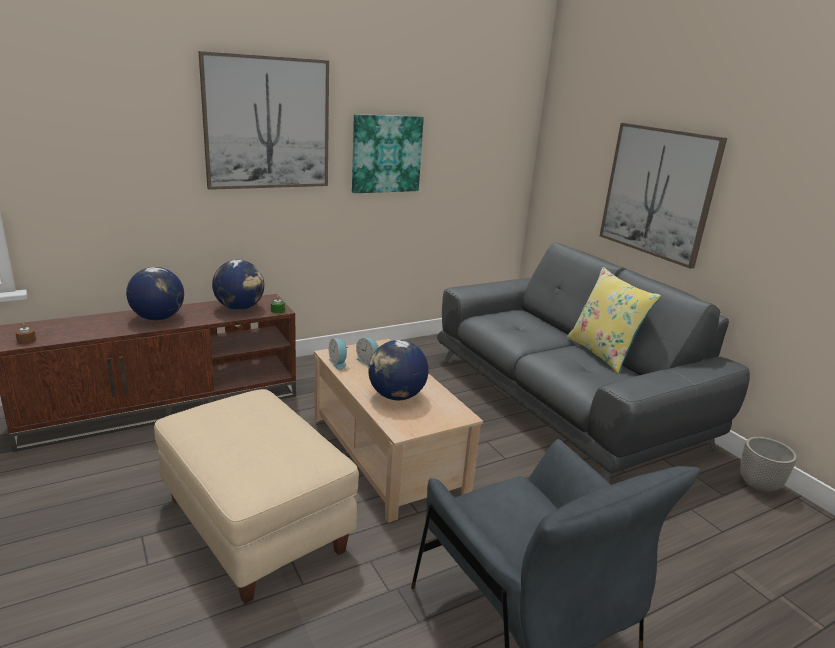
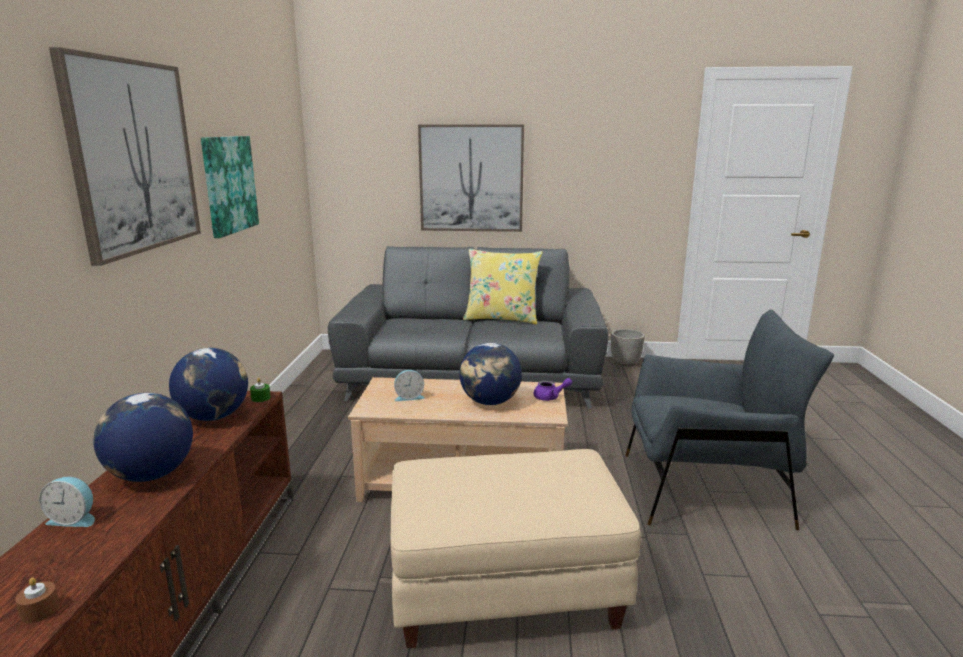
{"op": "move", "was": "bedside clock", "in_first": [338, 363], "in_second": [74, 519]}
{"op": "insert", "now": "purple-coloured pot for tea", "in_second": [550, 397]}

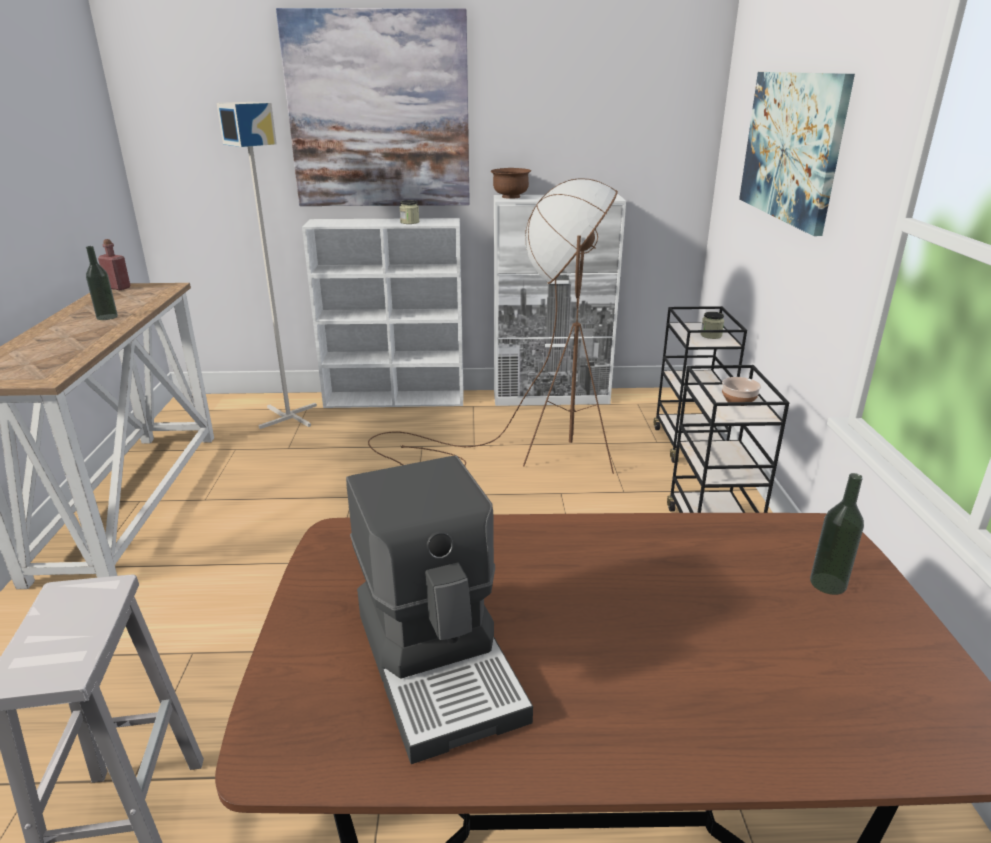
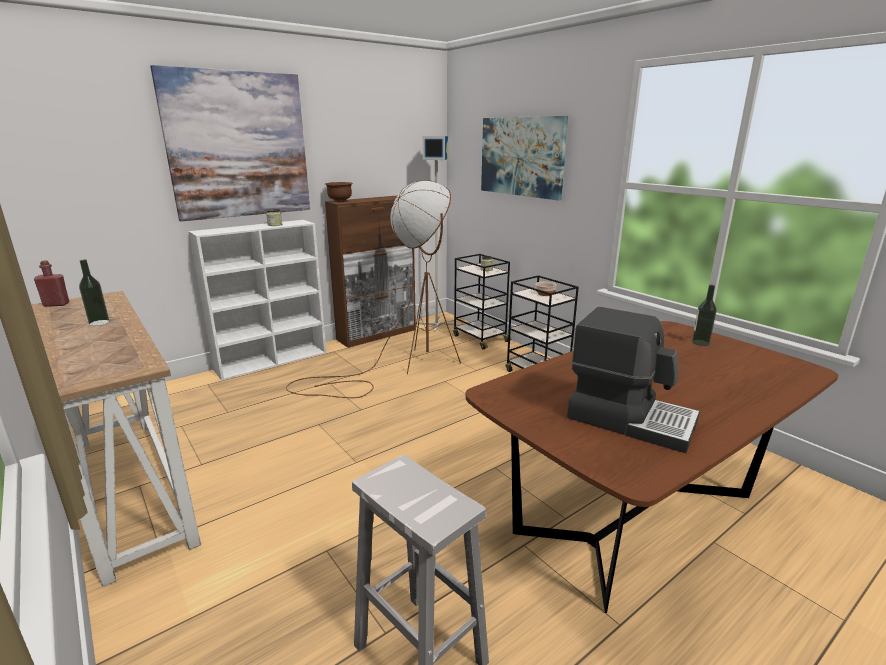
{"op": "recolor", "was": "white cupboard", "now": "brownish cupboard", "in_first": [551, 397], "in_second": [377, 334]}
{"op": "move", "was": "greyish floor lamp", "in_first": [289, 416], "in_second": [436, 324]}

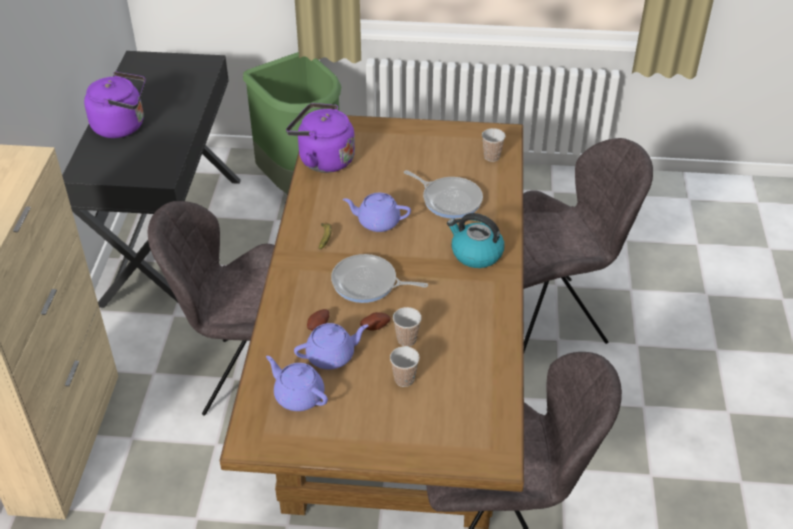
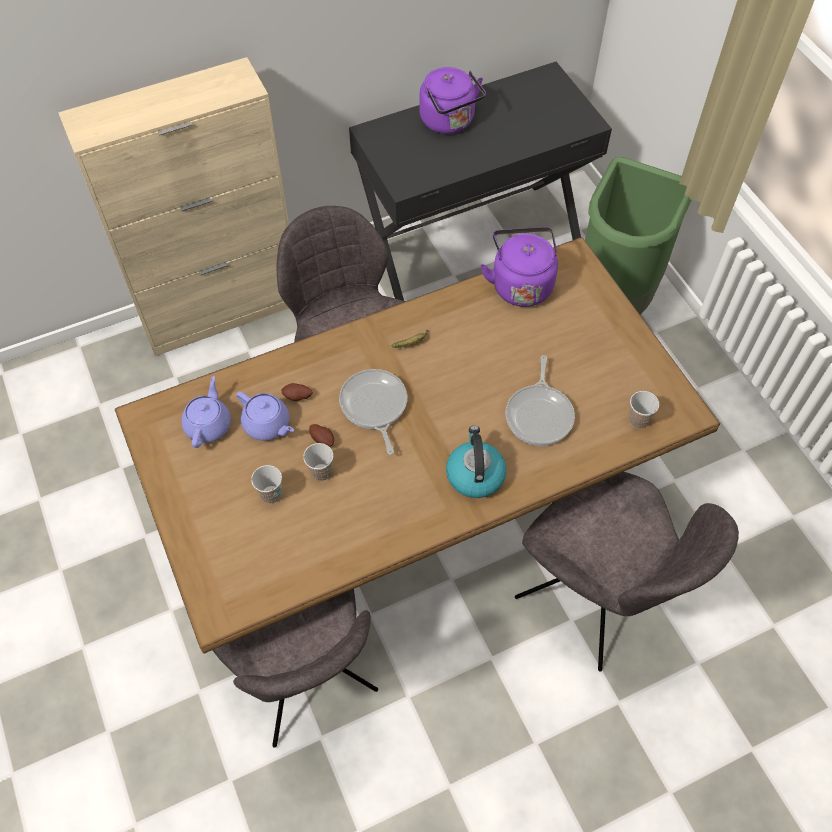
{"op": "delete", "was": "purple-coloured pot for tea", "in_first": [377, 222]}

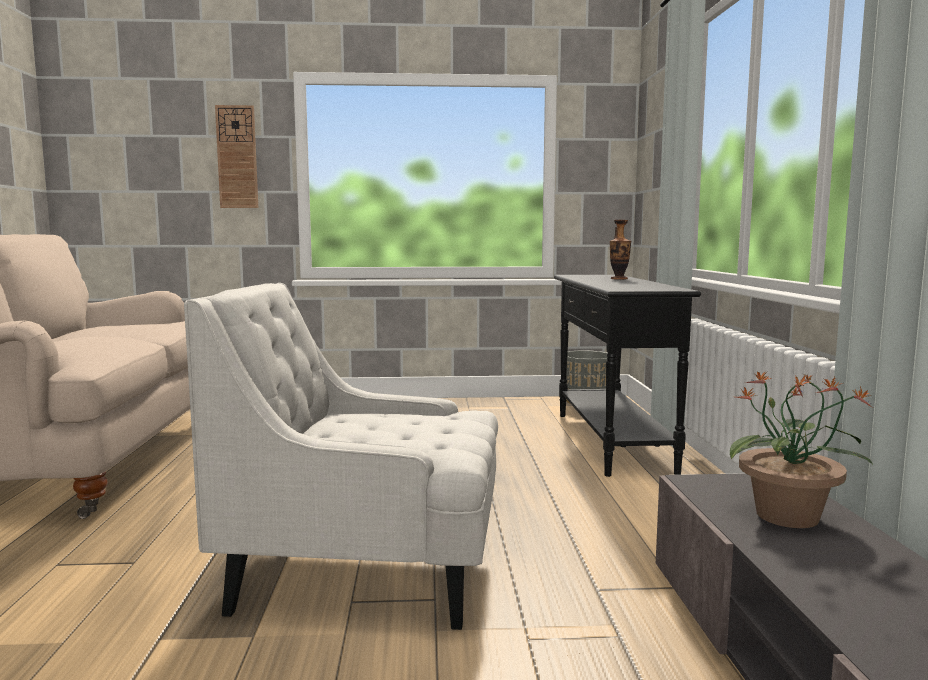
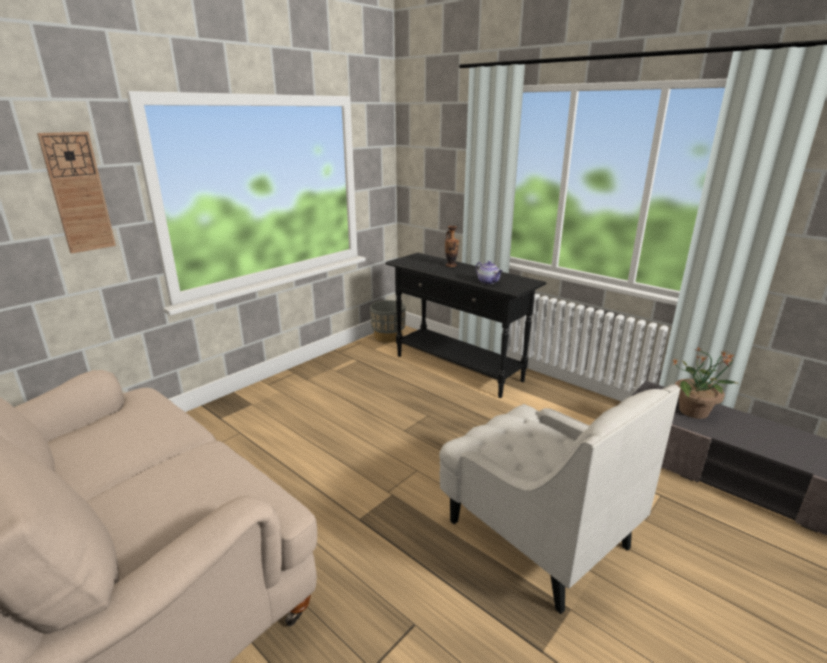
{"op": "rotate", "was": "white lounge chair", "in_first": [367, 574], "in_second": [535, 532], "clockwise": -90}
{"op": "insert", "now": "pot for tea", "in_second": [488, 282]}

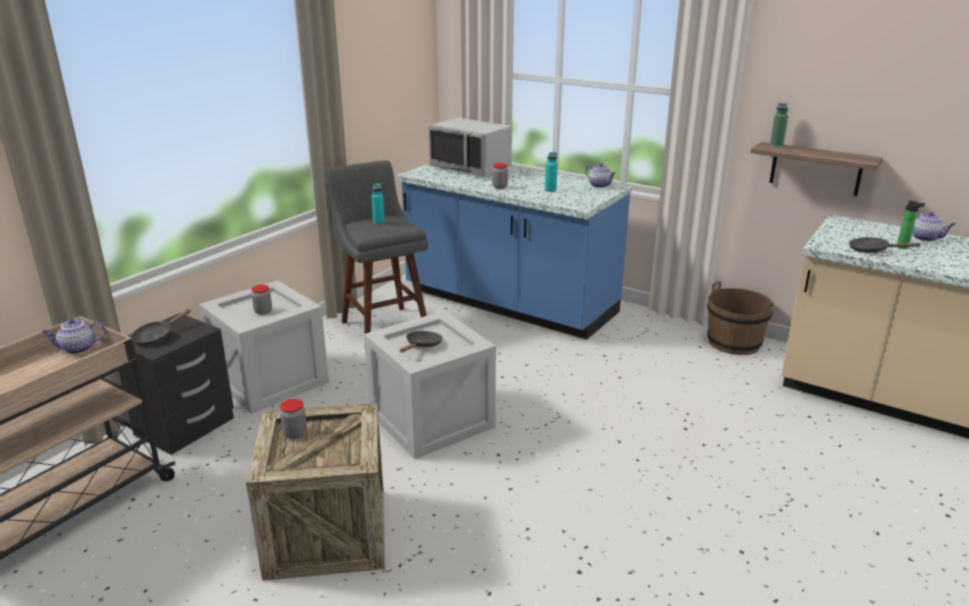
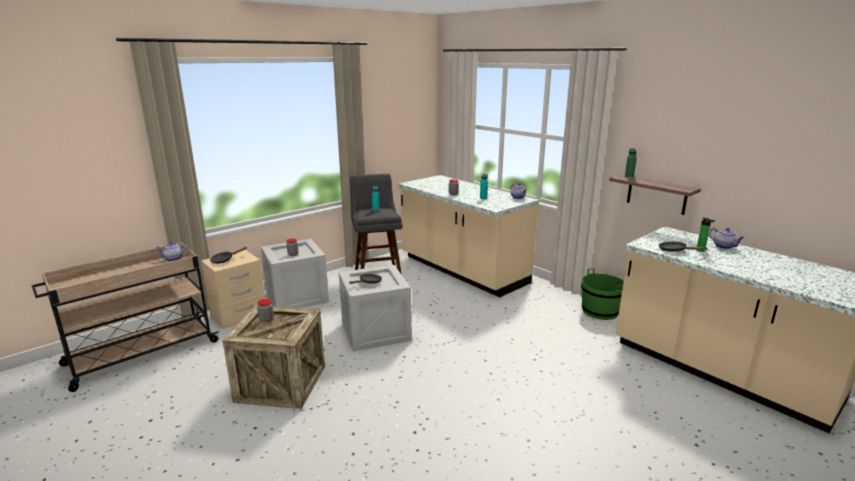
{"op": "recolor", "was": "black-coloured nightstand", "now": "beige-coloured nightstand", "in_first": [185, 427], "in_second": [238, 315]}
{"op": "recolor", "was": "blue-coloured counter", "now": "beige-coloured counter", "in_first": [509, 303], "in_second": [462, 270]}
{"op": "recolor", "was": "brownish water bucket", "now": "greenish water bucket", "in_first": [733, 343], "in_second": [600, 311]}
{"op": "delete", "was": "greyish microwave oven", "in_first": [471, 167]}

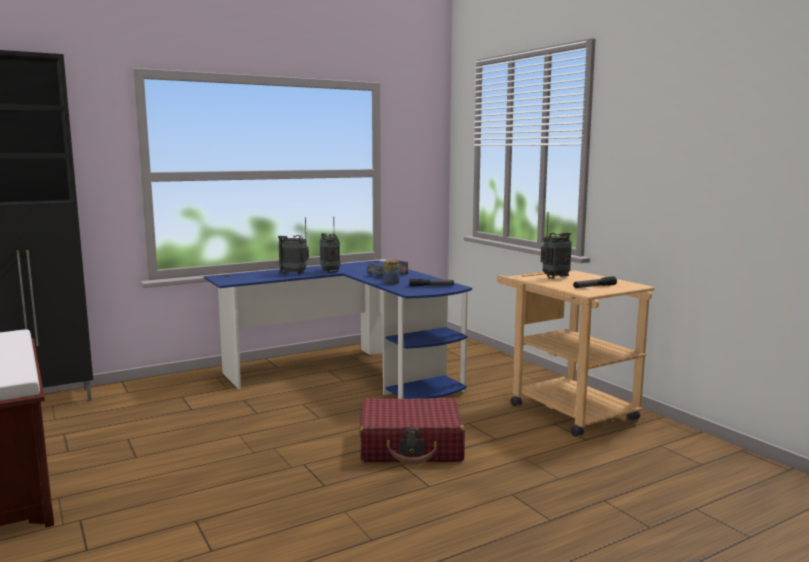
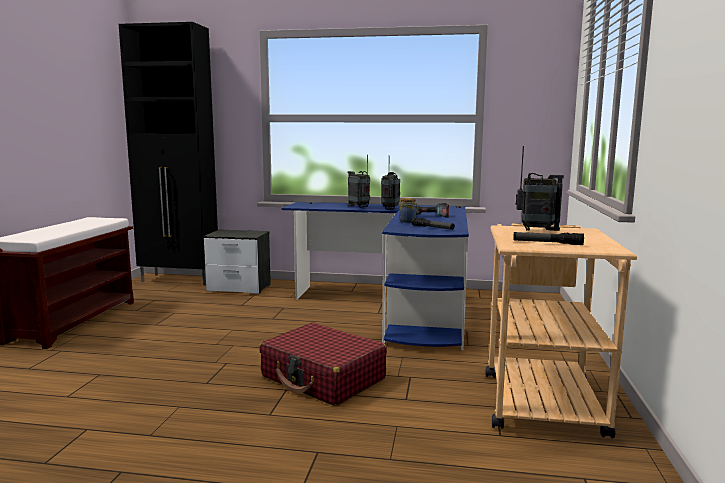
{"op": "insert", "now": "nightstand", "in_second": [240, 288]}

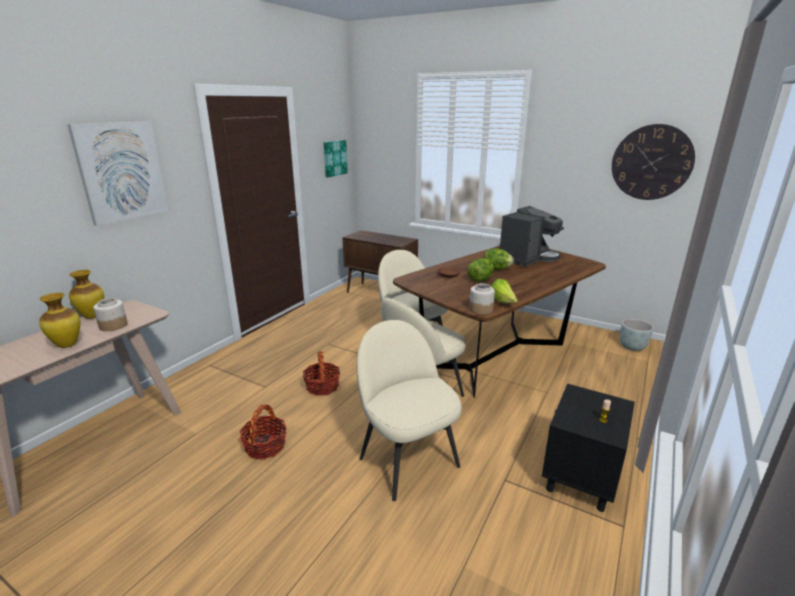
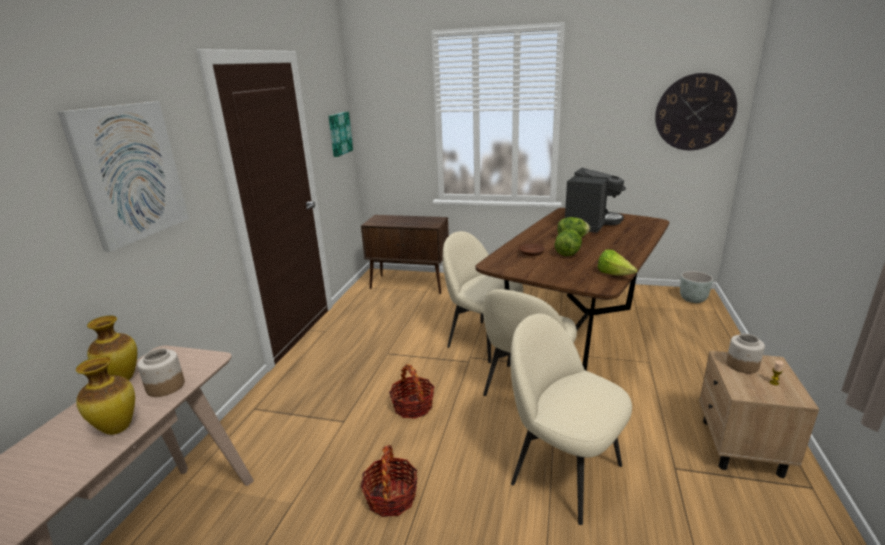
{"op": "recolor", "was": "black-coloured nightstand", "now": "beige-coloured nightstand", "in_first": [579, 478], "in_second": [741, 447]}
{"op": "move", "was": "preserve jar", "in_first": [480, 309], "in_second": [741, 365]}

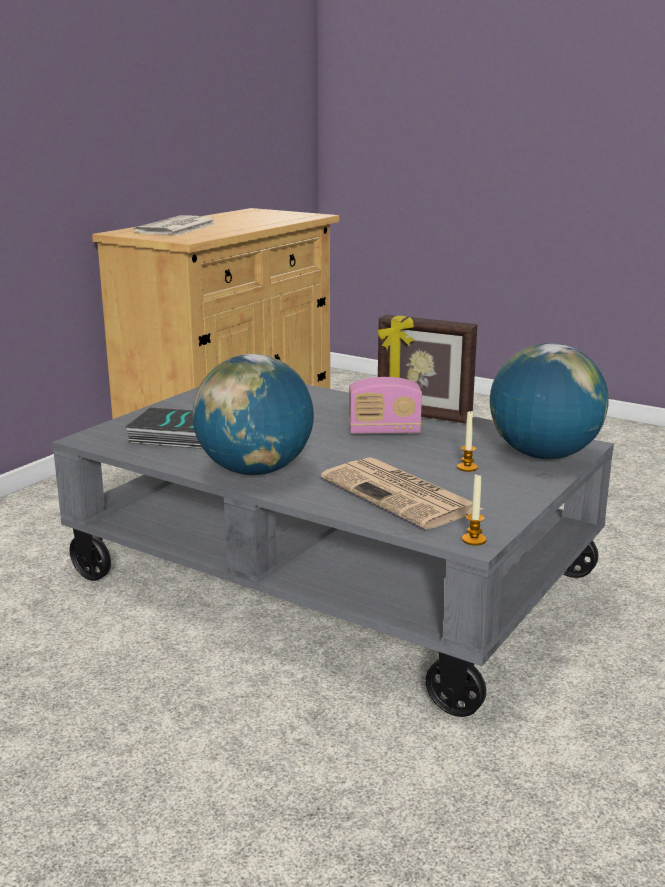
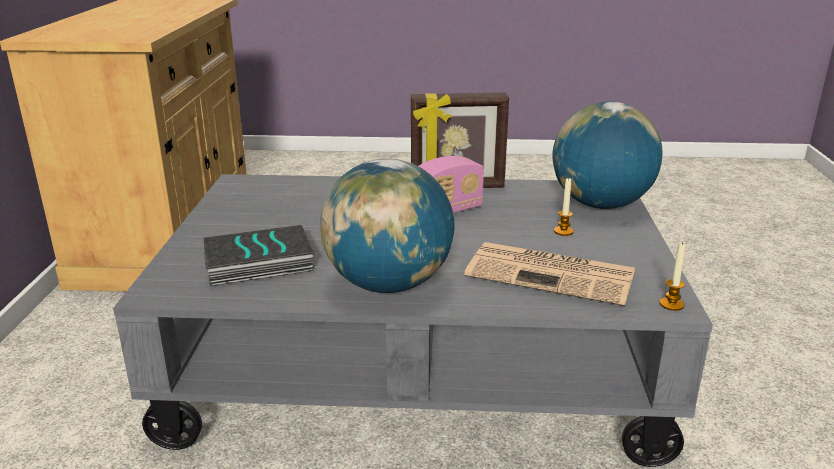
{"op": "delete", "was": "daily paper", "in_first": [177, 228]}

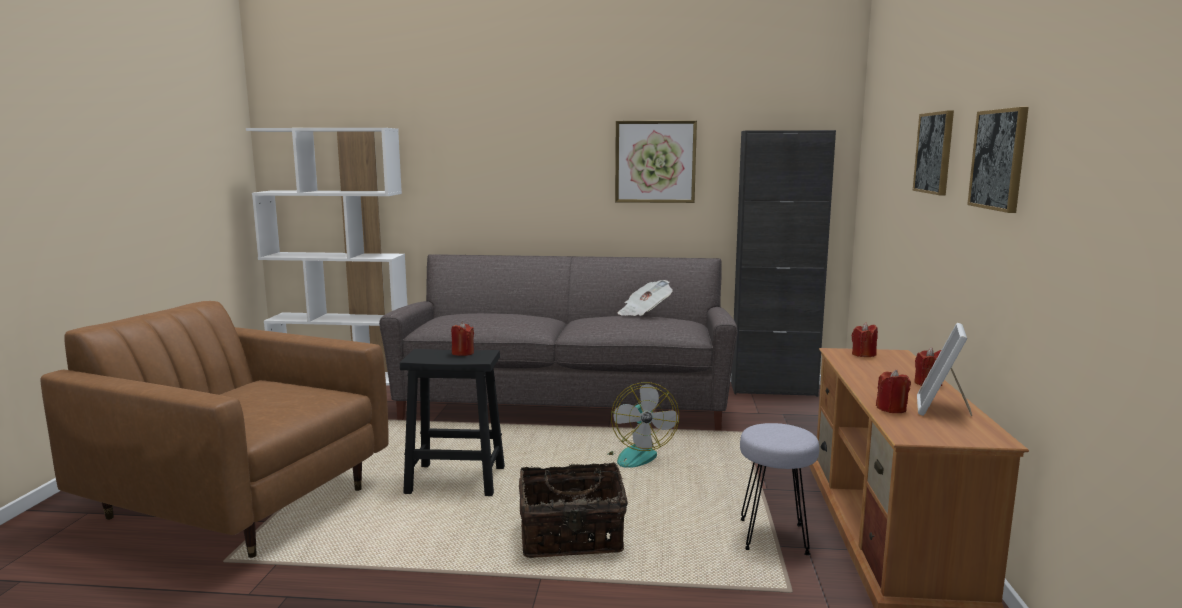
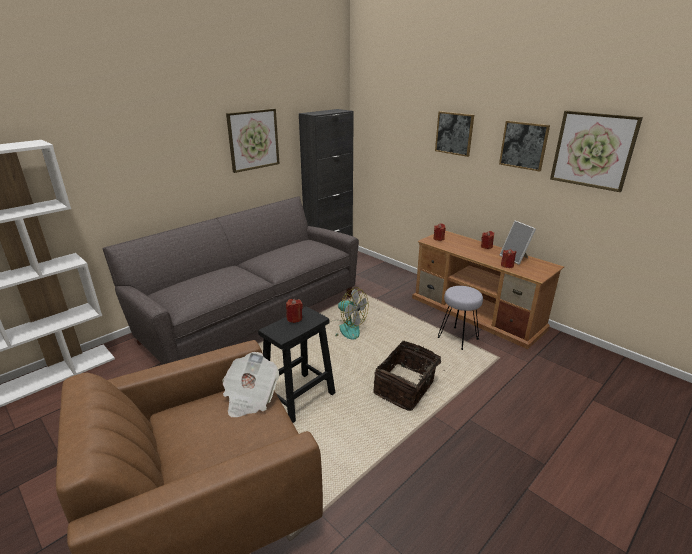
{"op": "move", "was": "daily paper", "in_first": [644, 313], "in_second": [250, 397]}
{"op": "insert", "now": "wall picture", "in_second": [593, 150]}

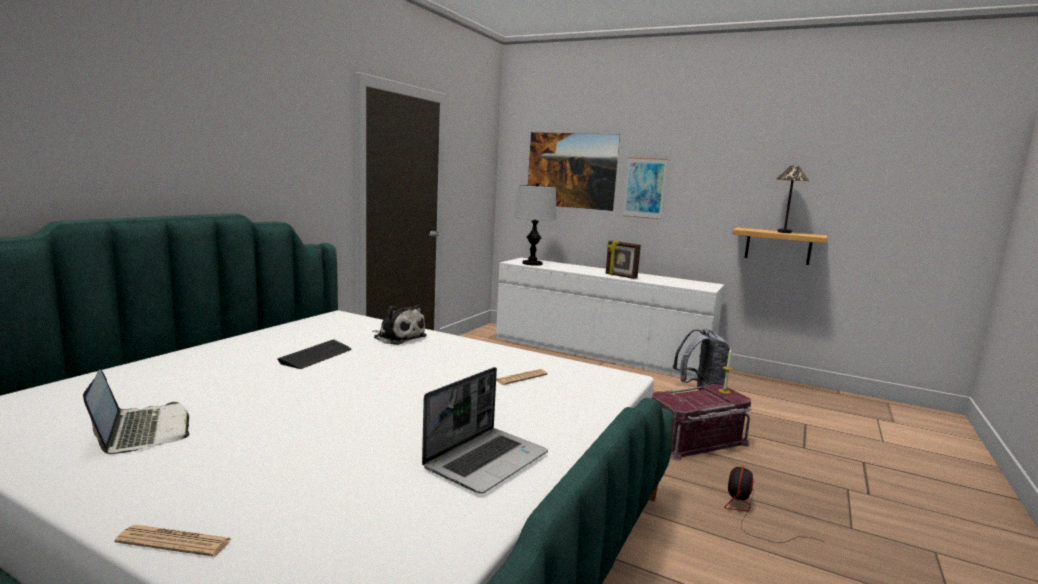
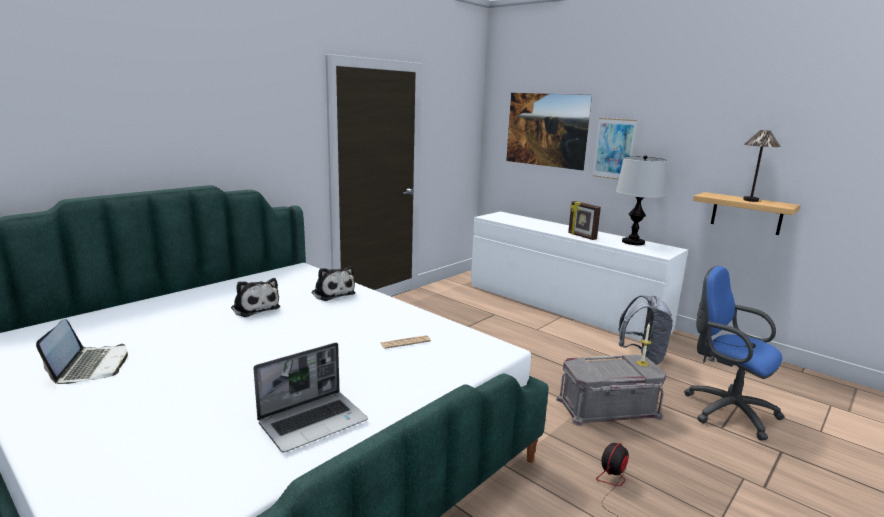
{"op": "replace", "was": "computer keyboard", "now": "plush toy", "in_first": [316, 356], "in_second": [254, 308]}
{"op": "recolor", "was": "red-coloured storage box", "now": "greyish storage box", "in_first": [696, 441], "in_second": [608, 408]}
{"op": "move", "was": "tabletop lamp", "in_first": [532, 263], "in_second": [633, 242]}
{"op": "insert", "now": "blue-coloured desk chair", "in_second": [725, 410]}
{"op": "delete", "was": "daily paper", "in_first": [174, 541]}

